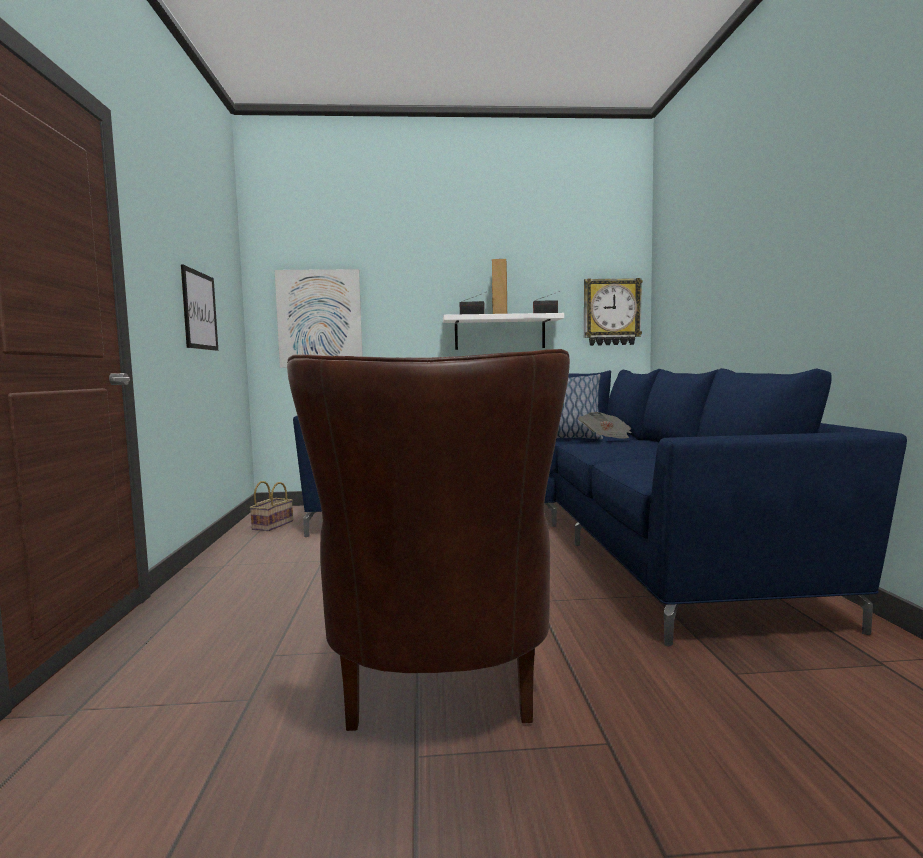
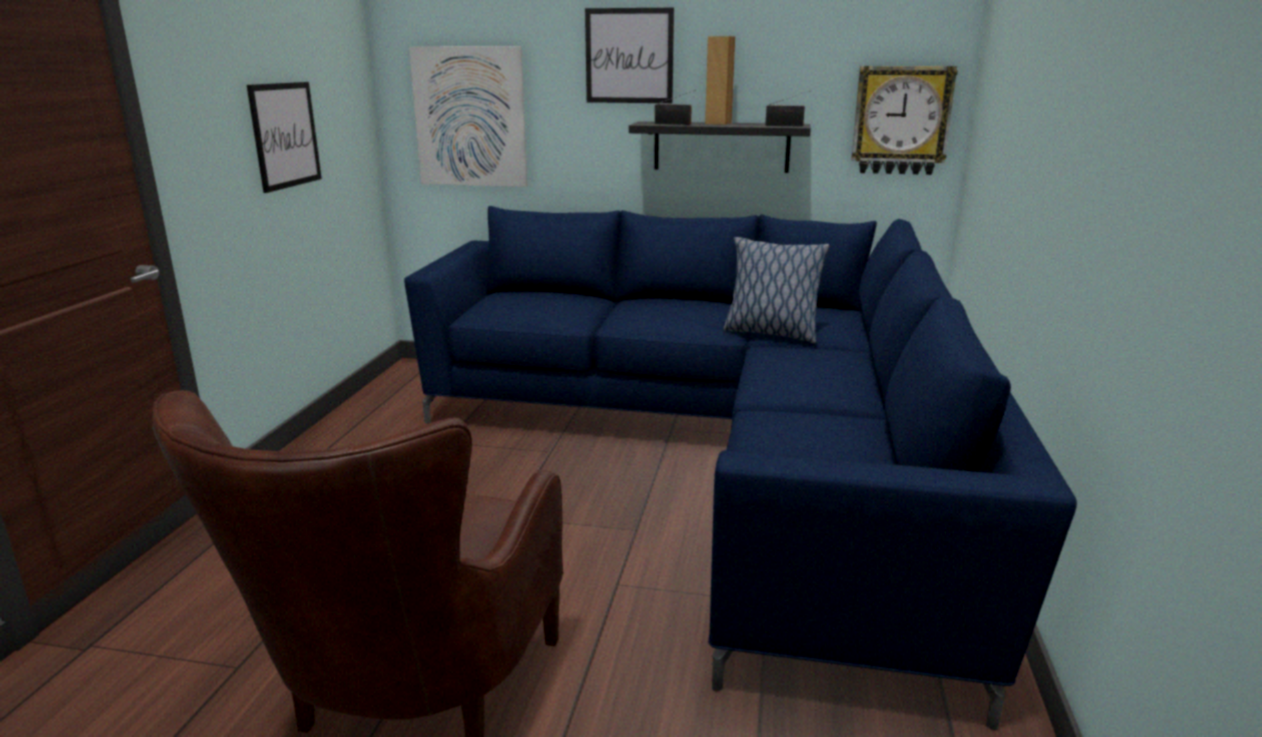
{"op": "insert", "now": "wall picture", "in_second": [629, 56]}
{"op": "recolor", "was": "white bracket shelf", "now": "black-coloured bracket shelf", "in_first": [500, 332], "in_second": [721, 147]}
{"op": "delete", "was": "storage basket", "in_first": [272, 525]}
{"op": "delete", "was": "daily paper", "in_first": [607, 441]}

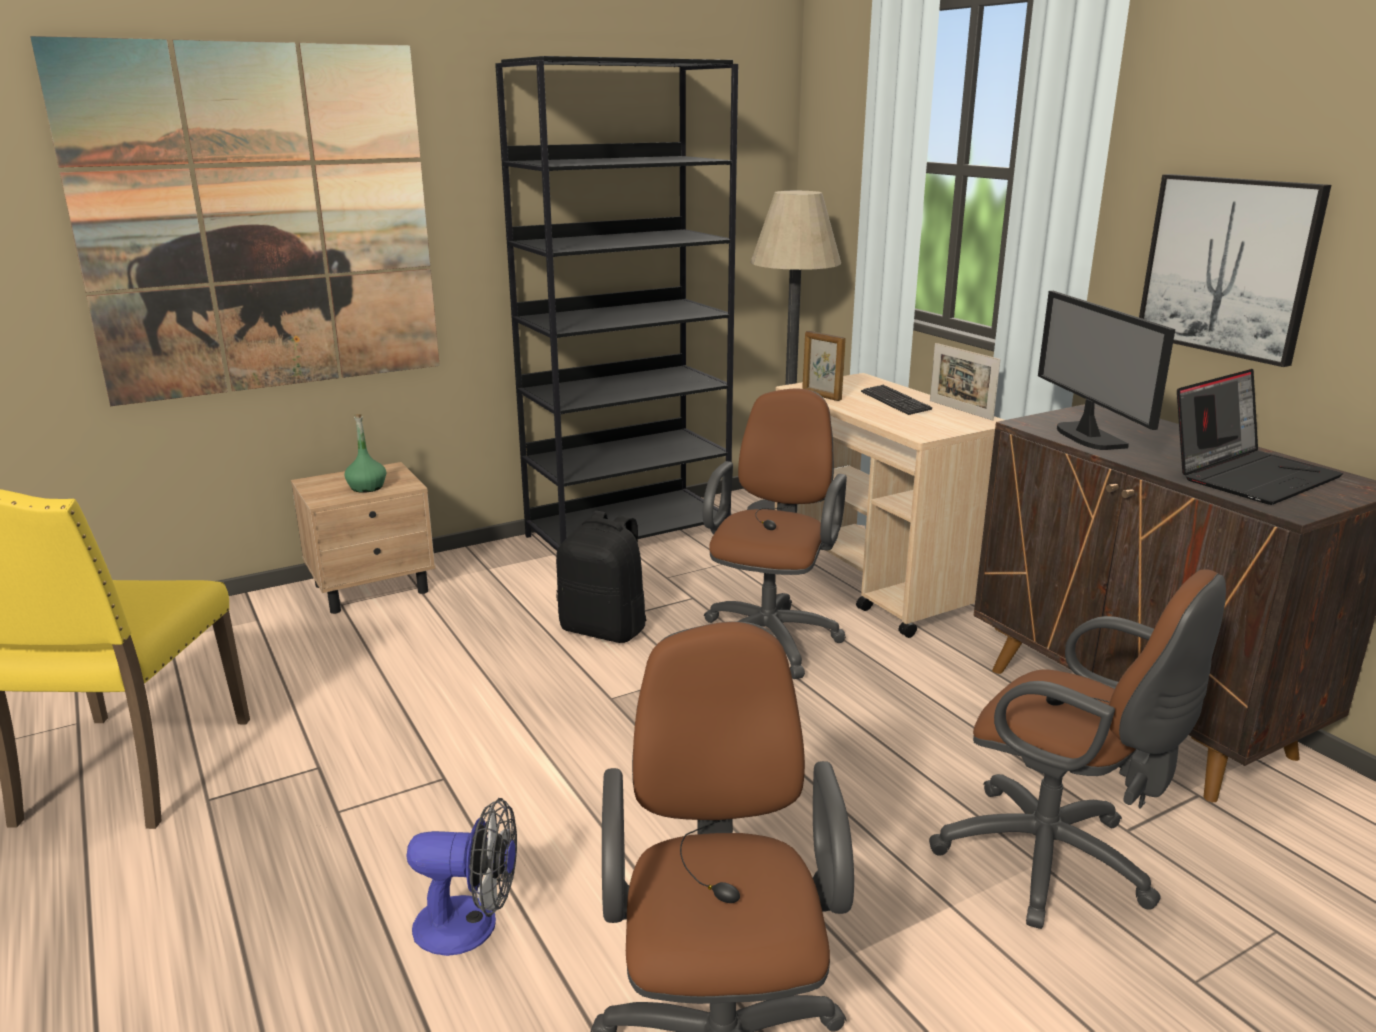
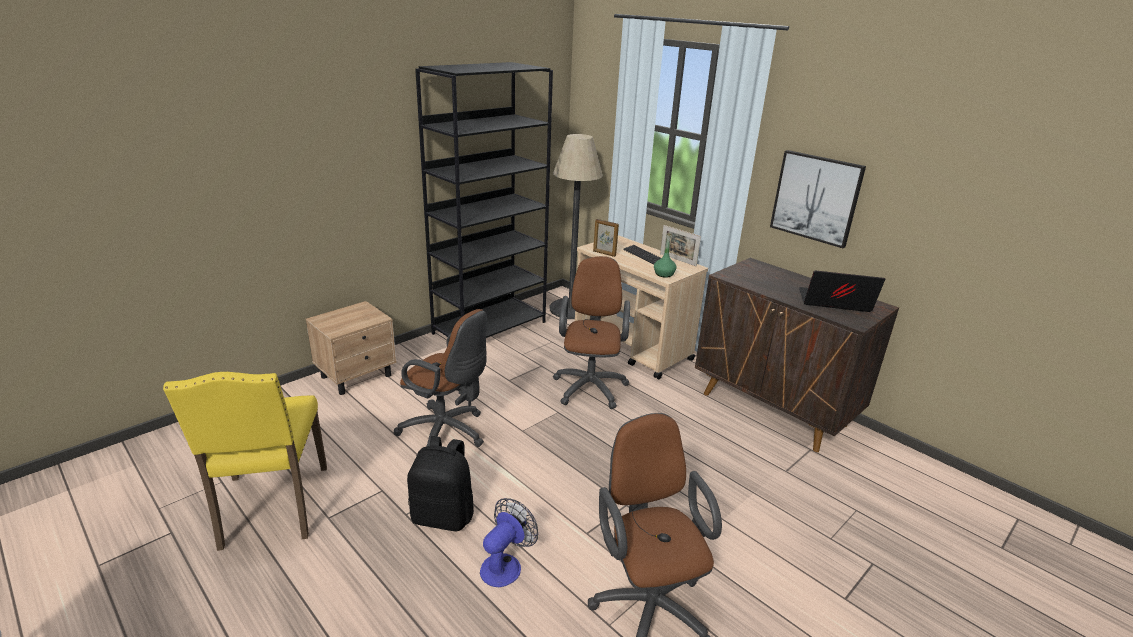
{"op": "move", "was": "brownish desk chair", "in_first": [1055, 863], "in_second": [447, 433]}
{"op": "move", "was": "black-coloured knapsack", "in_first": [605, 629], "in_second": [443, 516]}
{"op": "rotate", "was": "electric fan", "in_first": [470, 926], "in_second": [505, 564], "clockwise": -45}
{"op": "move", "was": "greenish beverage bottle", "in_first": [367, 487], "in_second": [664, 274]}
{"op": "rotate", "was": "laptop", "in_first": [1250, 475], "in_second": [833, 303], "clockwise": -120}
{"op": "delete", "was": "wall picture", "in_first": [261, 222]}
{"op": "delete", "was": "computer display", "in_first": [1087, 437]}

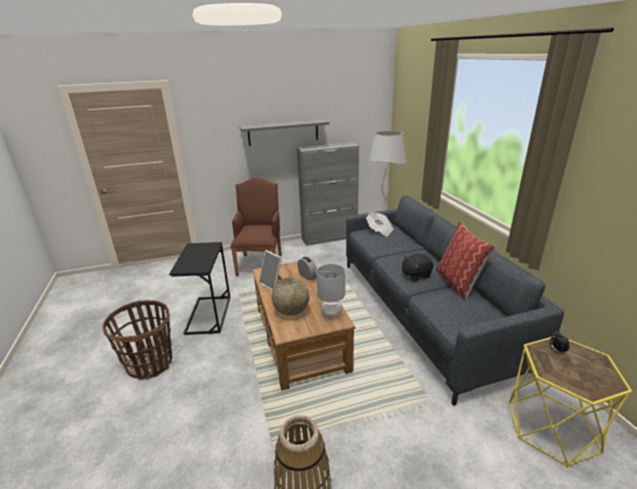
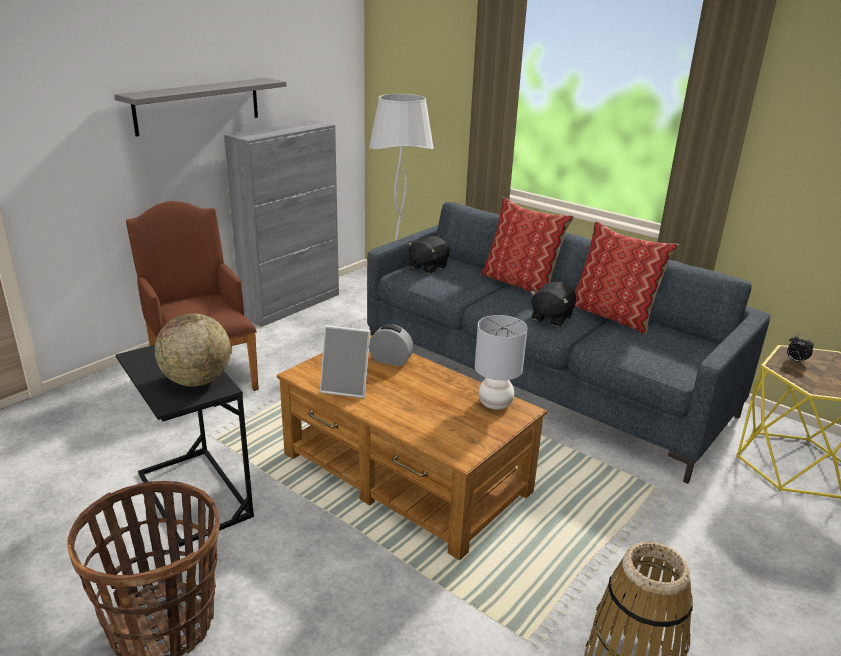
{"op": "move", "was": "desk globe", "in_first": [291, 311], "in_second": [197, 381]}
{"op": "replace", "was": "daily paper", "now": "black-coloured plush toy", "in_first": [379, 231], "in_second": [427, 267]}
{"op": "insert", "now": "cushion", "in_second": [520, 283]}

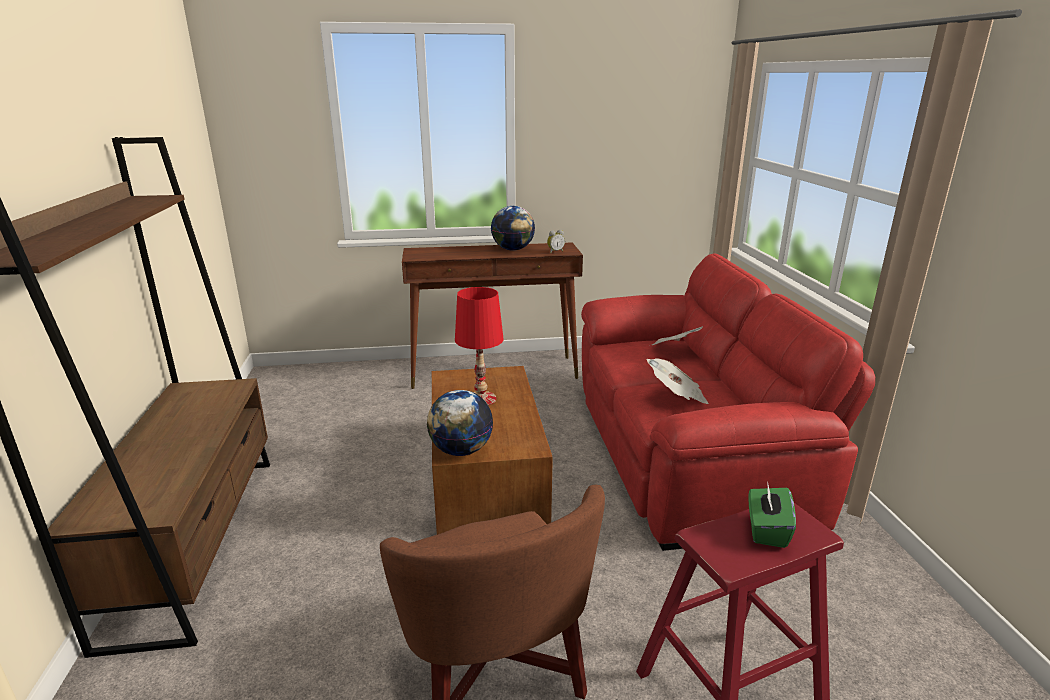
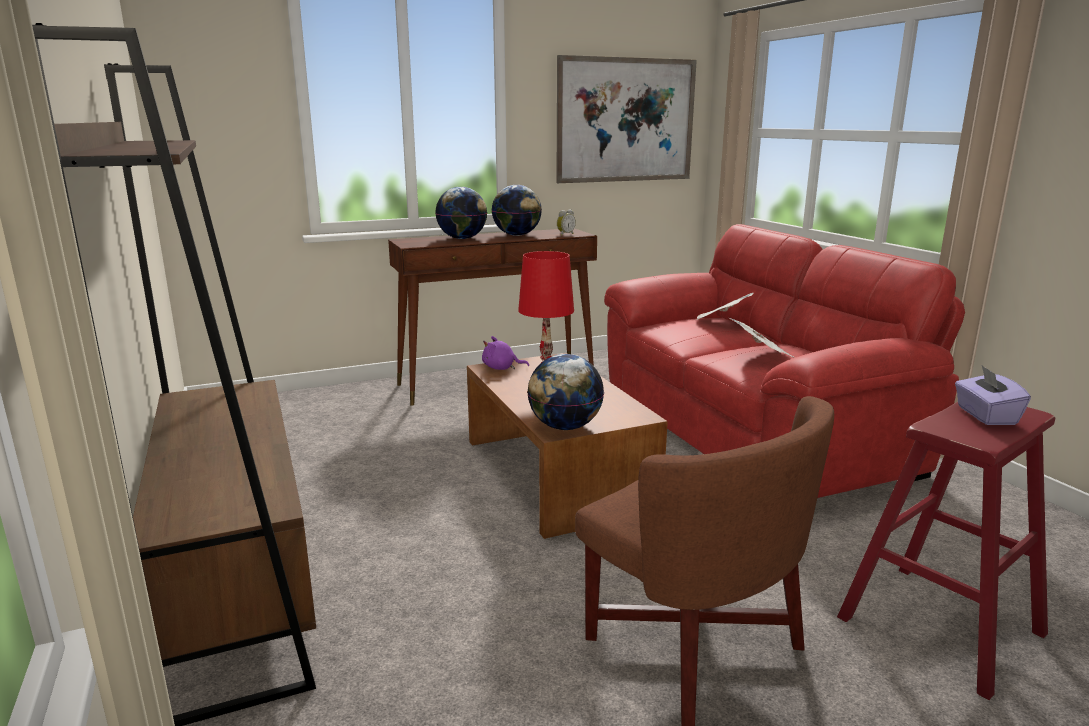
{"op": "insert", "now": "desk globe", "in_second": [462, 238]}
{"op": "insert", "now": "purple-coloured plush toy", "in_second": [501, 368]}
{"op": "insert", "now": "wall picture", "in_second": [626, 120]}
{"op": "recolor", "was": "greenish tissue box", "now": "purple-coloured tissue box", "in_first": [766, 530], "in_second": [985, 416]}

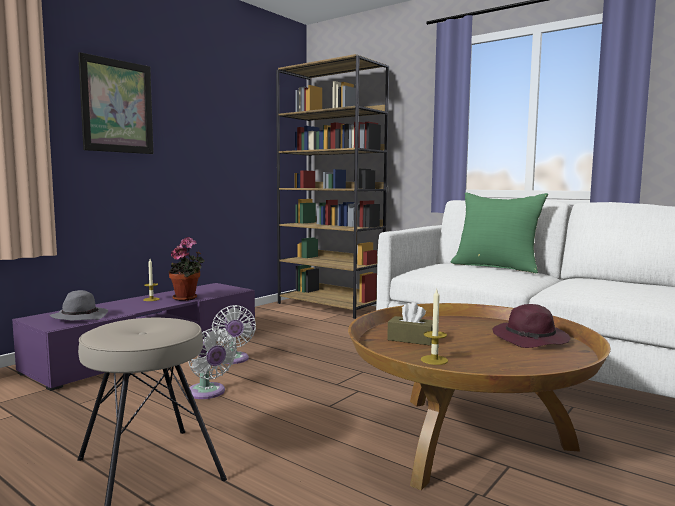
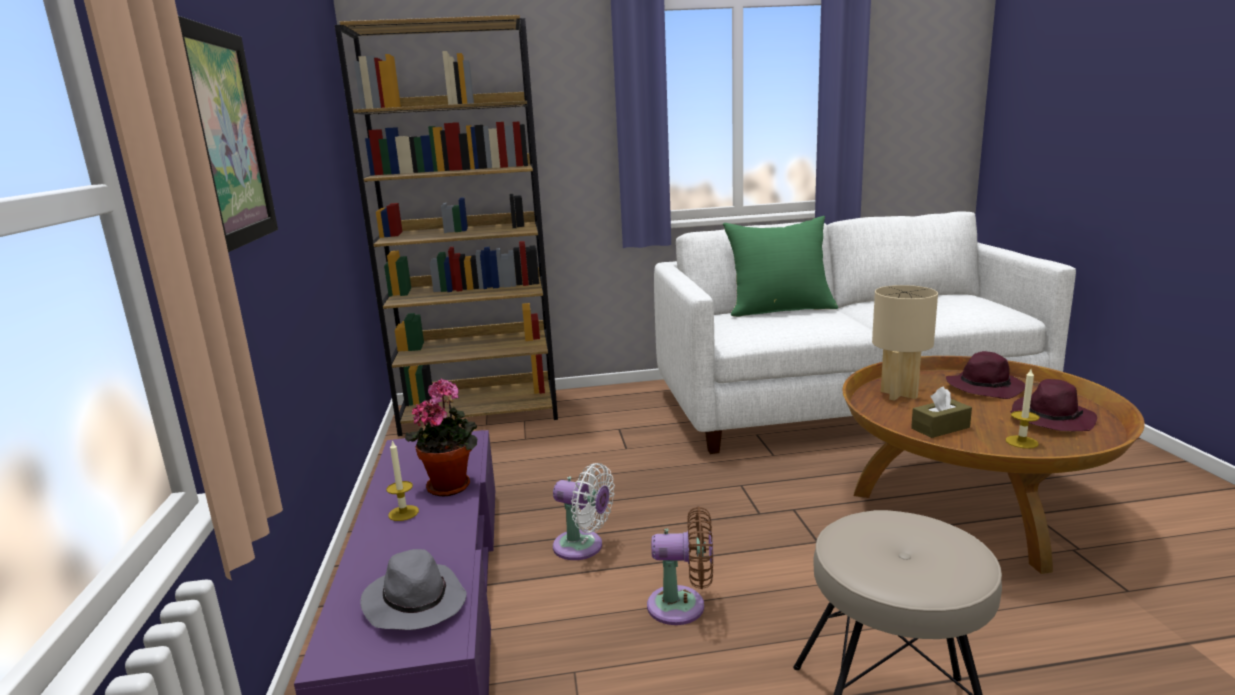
{"op": "recolor", "was": "white electric fan", "now": "brownish electric fan", "in_first": [208, 393], "in_second": [682, 606]}
{"op": "insert", "now": "beige-coloured tabletop lamp", "in_second": [899, 394]}
{"op": "insert", "now": "purple-coloured hat", "in_second": [1051, 419]}

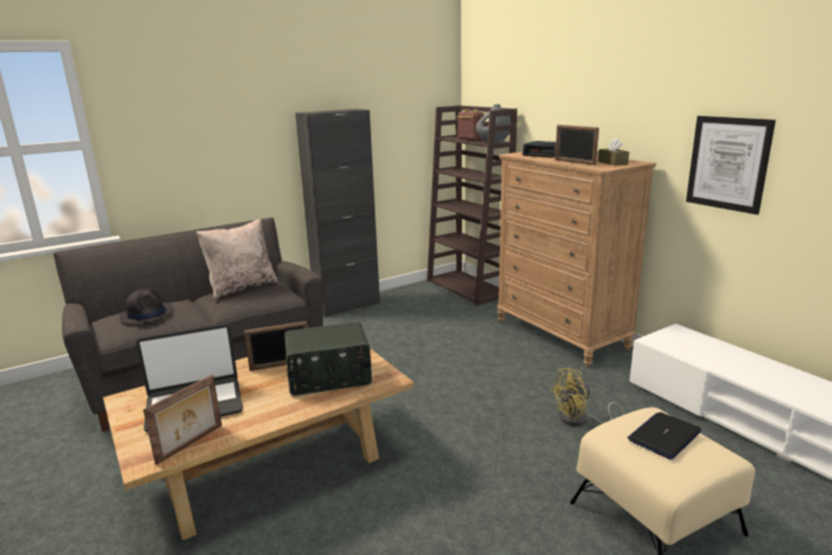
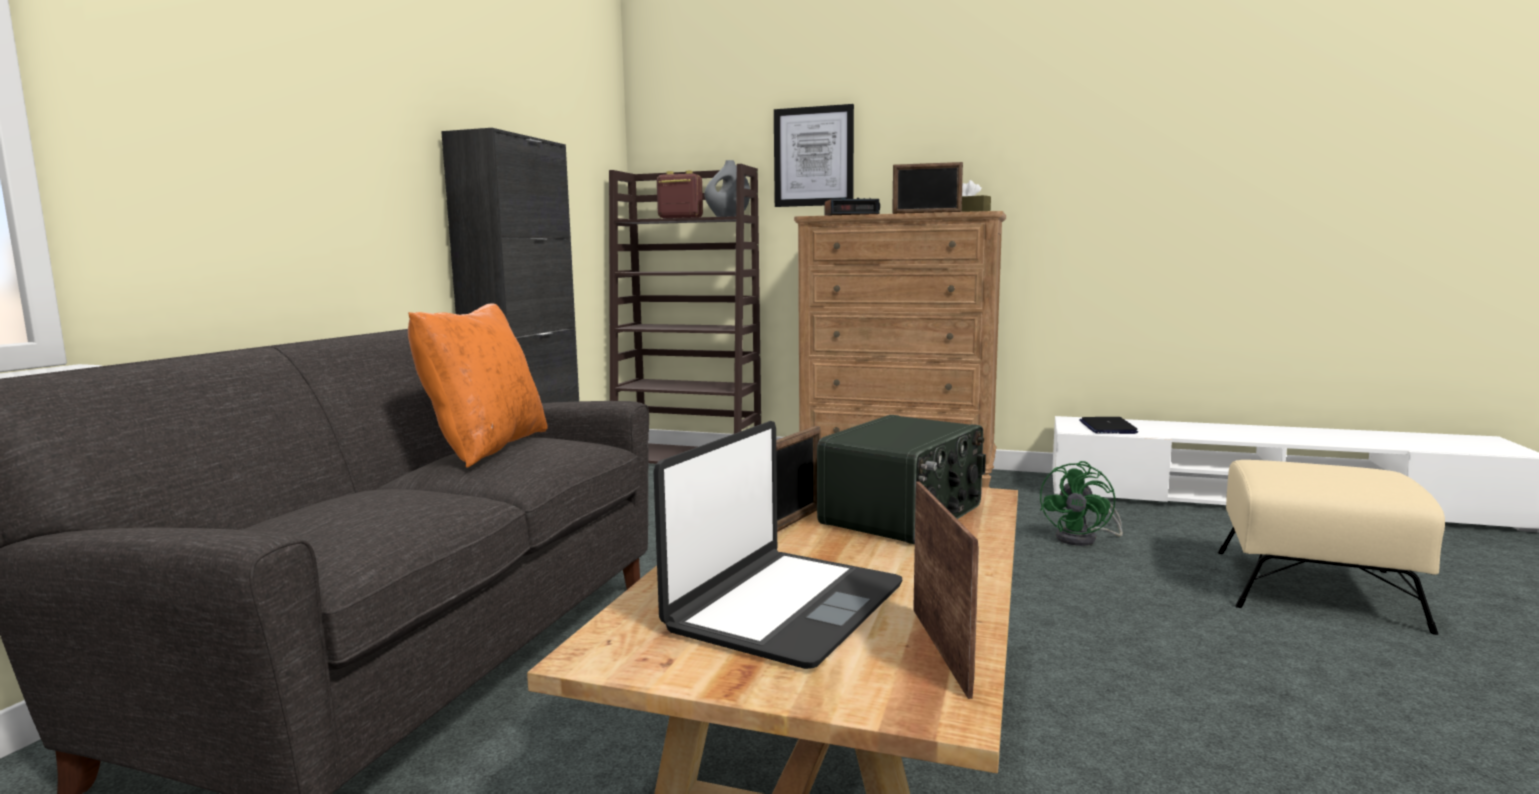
{"op": "recolor", "was": "beige-coloured cushion", "now": "orangey cushion", "in_first": [242, 287], "in_second": [485, 447]}
{"op": "move", "was": "wall picture", "in_first": [728, 163], "in_second": [813, 157]}
{"op": "recolor", "was": "yellow electric fan", "now": "greenish electric fan", "in_first": [580, 420], "in_second": [1084, 539]}
{"op": "move", "was": "laptop", "in_first": [664, 436], "in_second": [1107, 427]}
{"op": "delete", "was": "black-coloured hat", "in_first": [147, 314]}

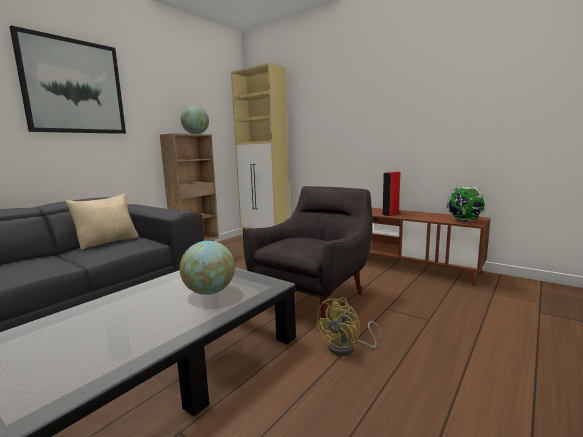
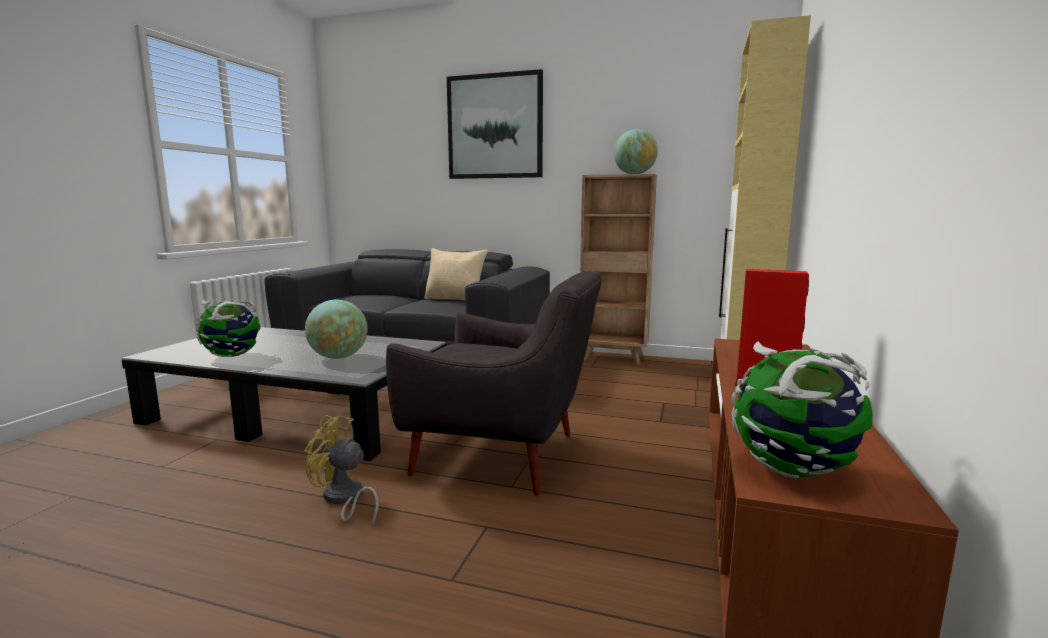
{"op": "insert", "now": "desk globe", "in_second": [233, 356]}

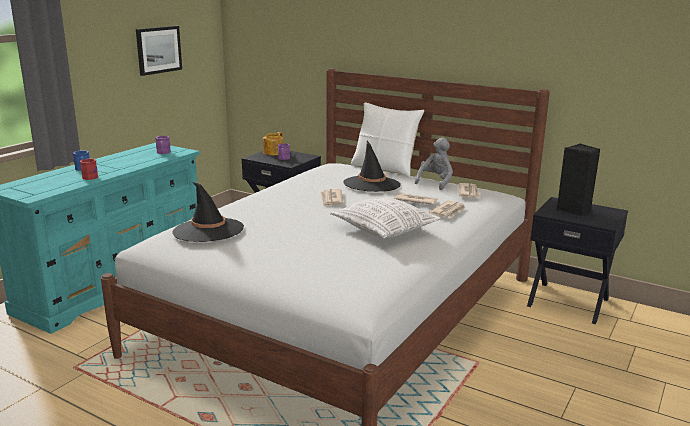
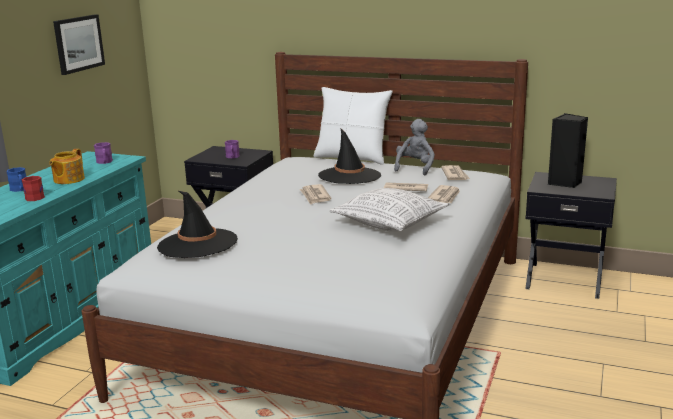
{"op": "move", "was": "pot for tea", "in_first": [272, 152], "in_second": [68, 180]}

